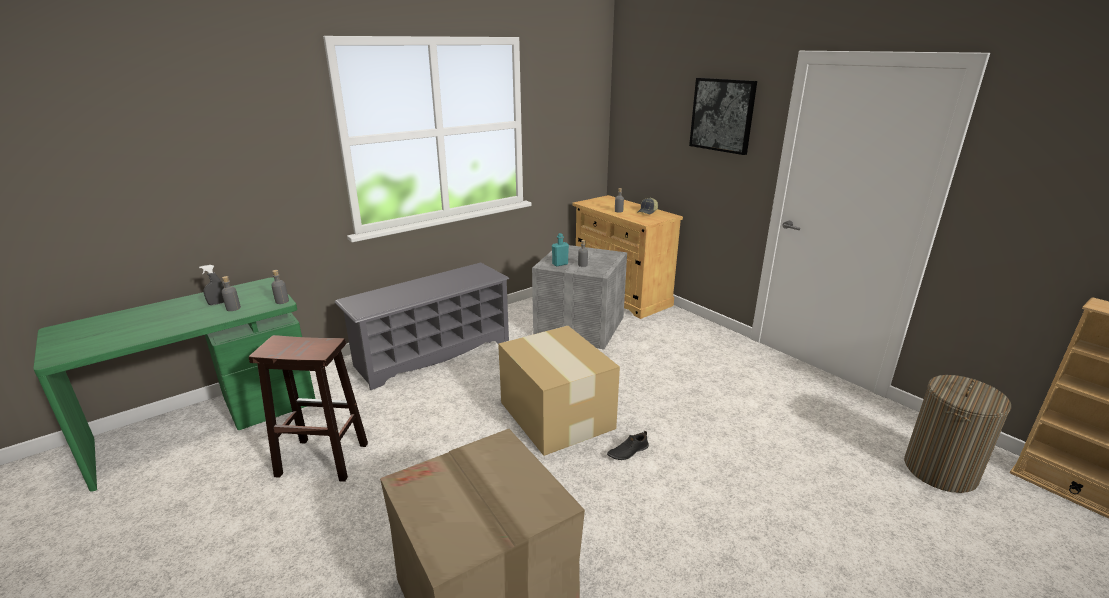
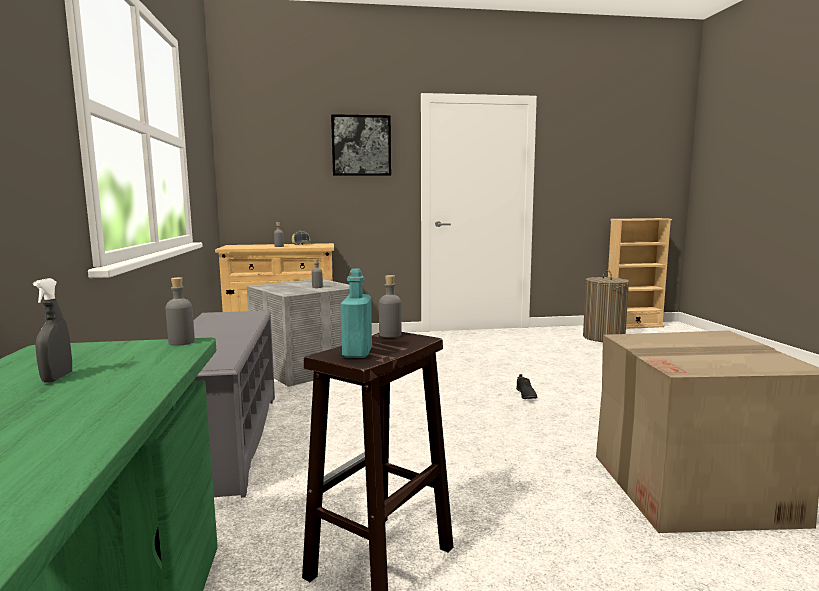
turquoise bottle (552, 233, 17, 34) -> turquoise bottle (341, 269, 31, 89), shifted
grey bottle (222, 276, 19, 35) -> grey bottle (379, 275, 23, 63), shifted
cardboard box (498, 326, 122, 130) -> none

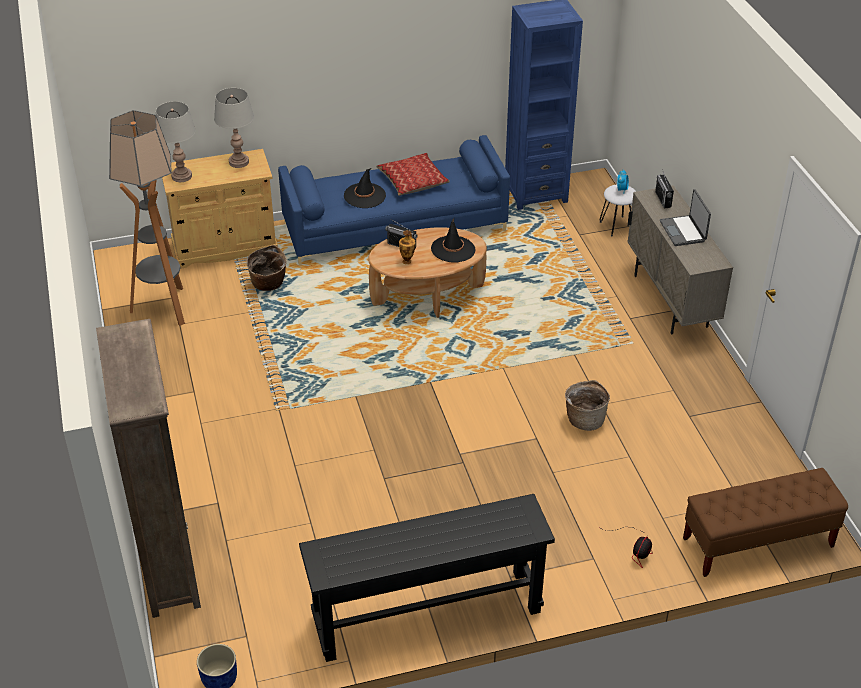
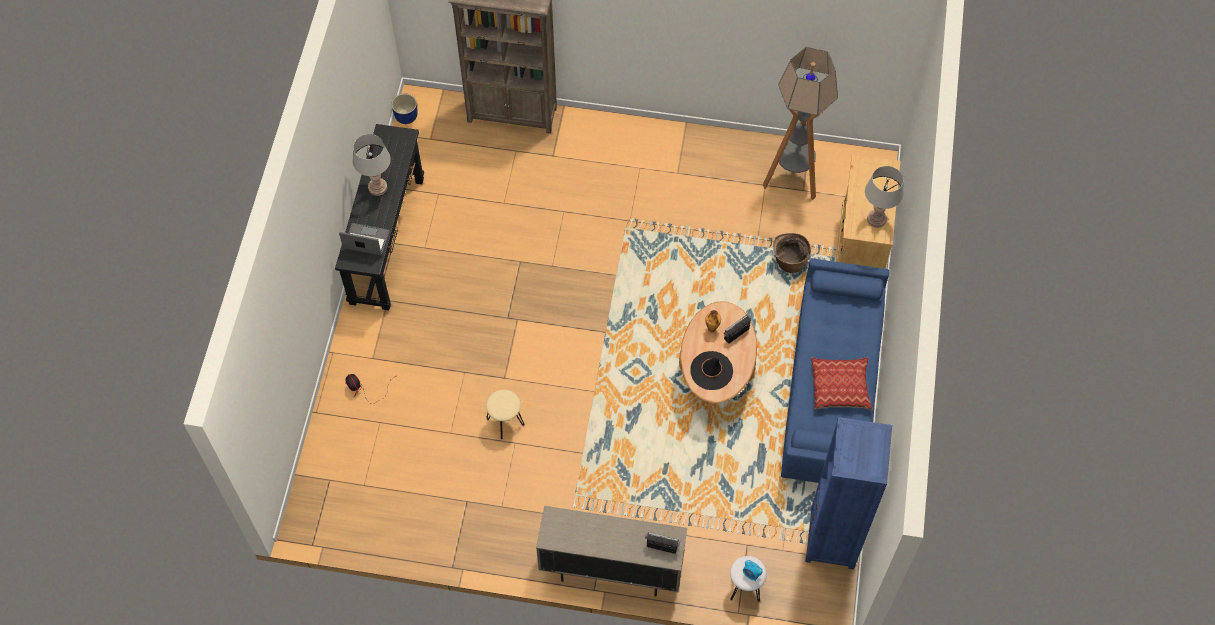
grey table lamp (156, 101, 40, 81) -> grey table lamp (353, 134, 38, 62), shifted
black hat (344, 168, 42, 40) -> none
laptop (660, 189, 51, 57) -> laptop (339, 223, 51, 32), shifted
basket (565, 380, 45, 51) -> beige stool (486, 390, 38, 49)
brown bench (683, 468, 165, 109) -> none

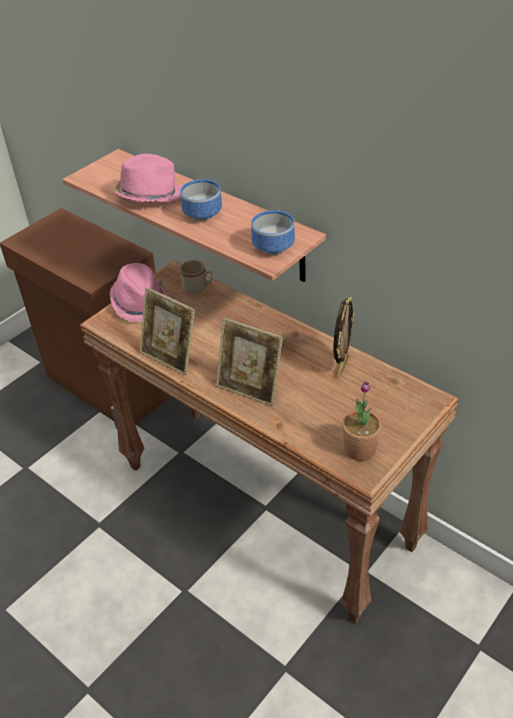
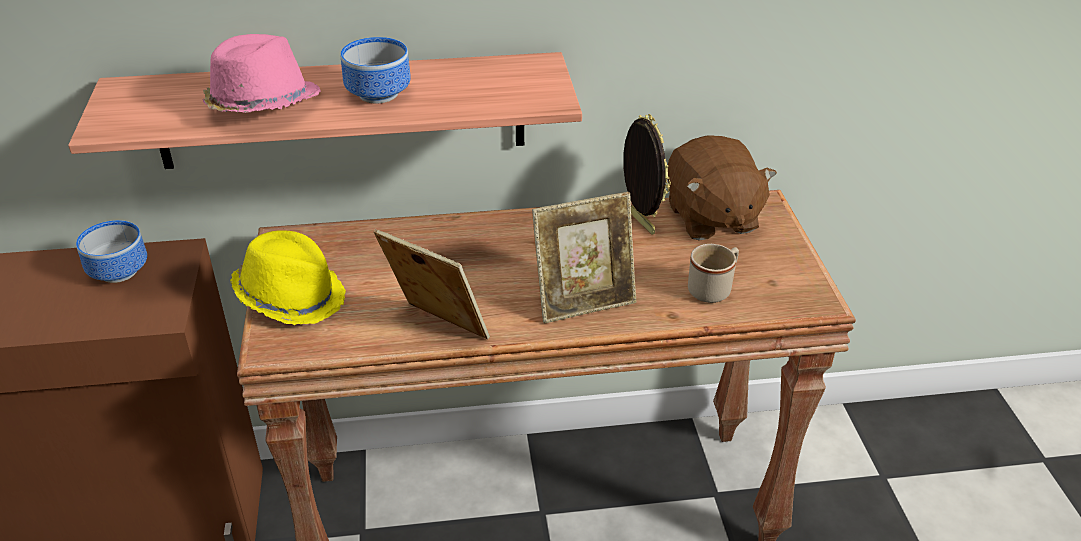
bowl (251, 210, 44, 45) -> bowl (76, 220, 71, 63), shifted
beige mug (179, 260, 35, 34) -> beige mug (688, 244, 51, 59), shifted
pink hat (110, 263, 58, 59) -> yellow hat (230, 230, 116, 95)
picture frame (140, 287, 55, 88) -> picture frame (374, 229, 116, 110), 135 degrees counterclockwise
potted plant (342, 381, 39, 80) -> none
none -> brown plush toy (668, 135, 109, 105)

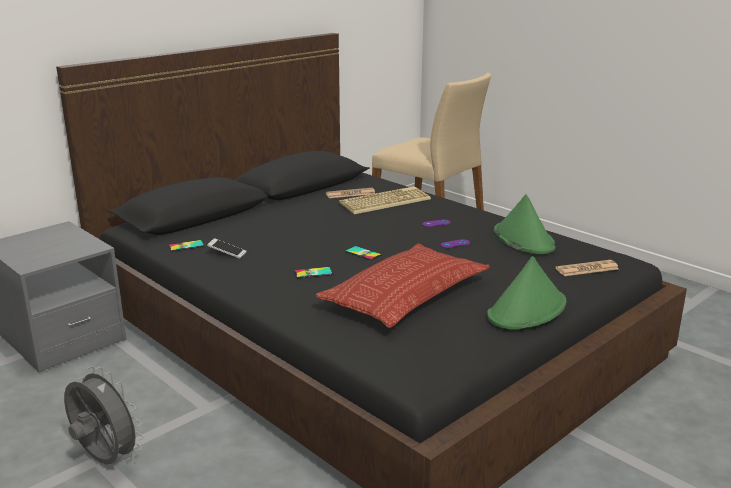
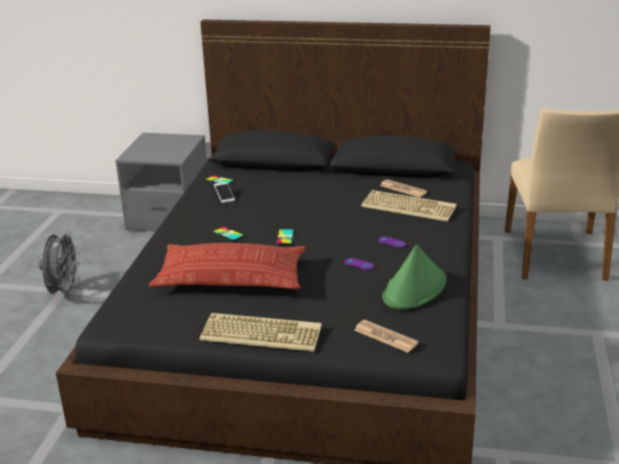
green hat (487, 256, 79, 73) -> keyboard (200, 313, 122, 38)

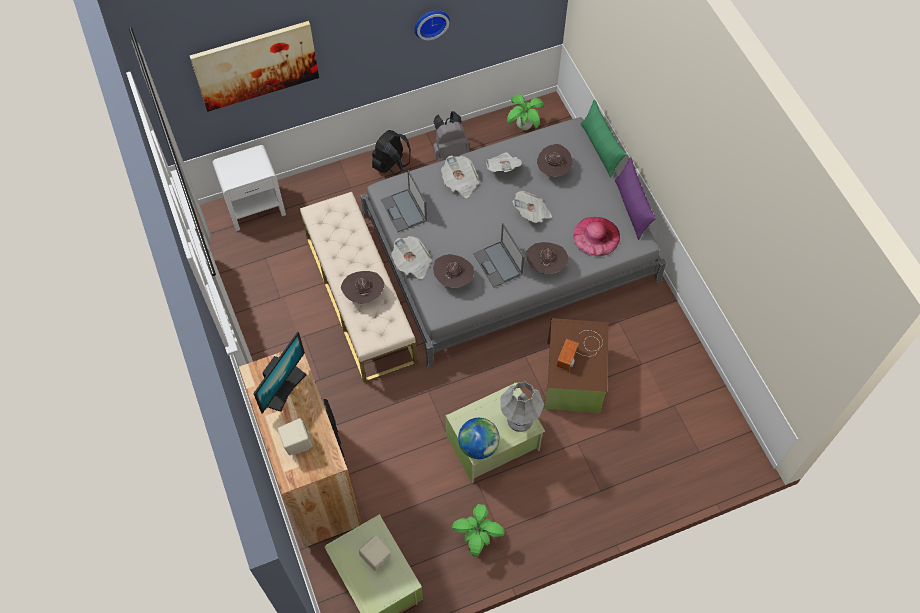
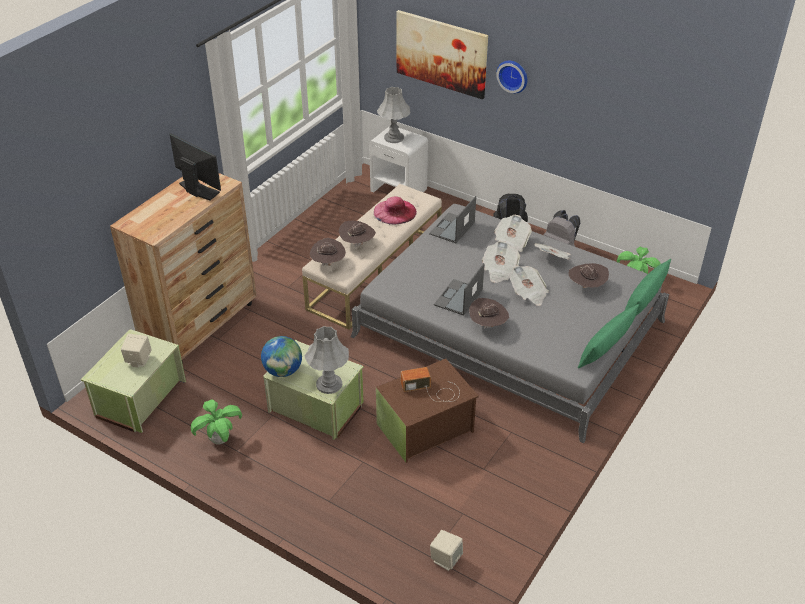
wall clock (414, 10, 36, 30) -> wall clock (496, 60, 31, 33), shifted
purple pillow (615, 157, 41, 83) -> green pillow (578, 304, 61, 64)
pink hat (573, 217, 47, 39) -> pink hat (374, 197, 43, 27), shifted
newspaper (391, 236, 41, 43) -> newspaper (482, 241, 38, 42), shifted
brown hat (433, 254, 41, 34) -> brown hat (310, 238, 36, 28), shifted
monitor (254, 332, 52, 82) -> monitor (170, 133, 51, 68), 135 degrees counterclockwise
beige speaker (278, 418, 34, 37) -> beige speaker (430, 530, 33, 41), shifted
none -> grey table lamp (377, 87, 33, 56)

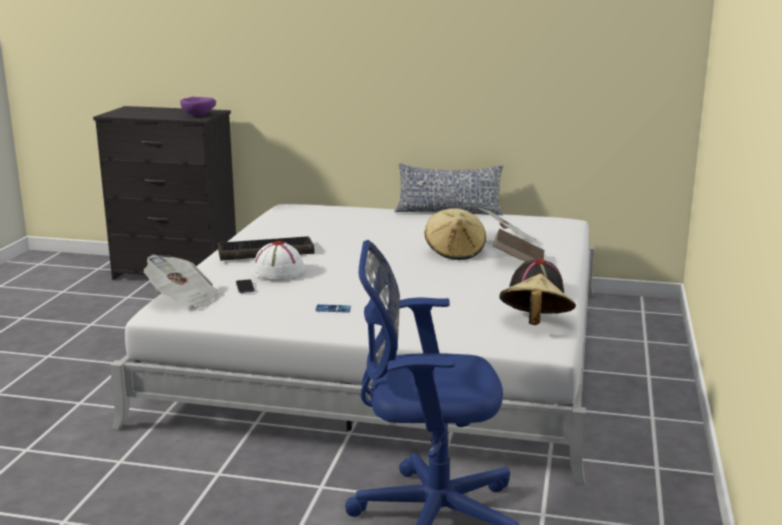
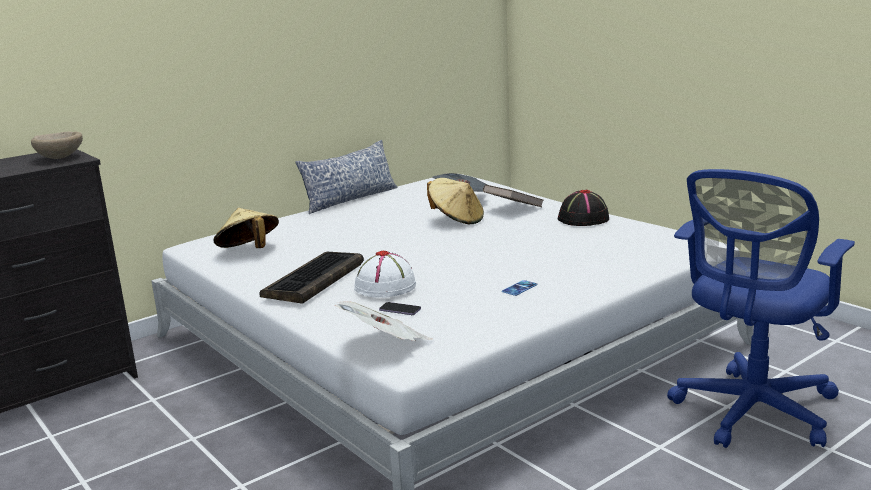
purple bowl (180, 97, 36, 19) -> beige bowl (31, 132, 52, 27)
beige hat (499, 274, 77, 51) -> beige hat (213, 208, 66, 40), shifted

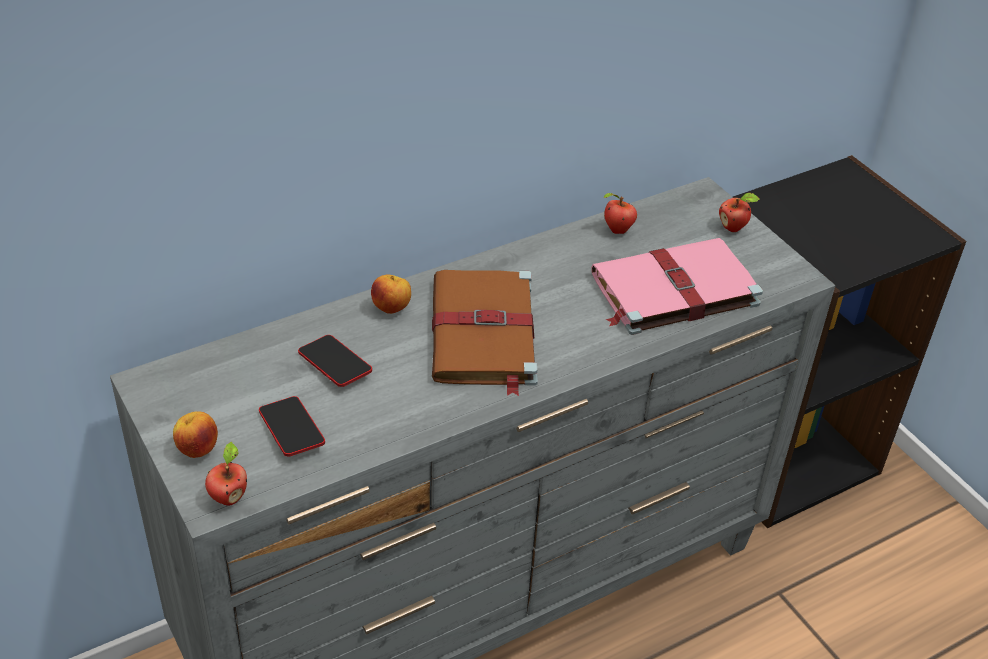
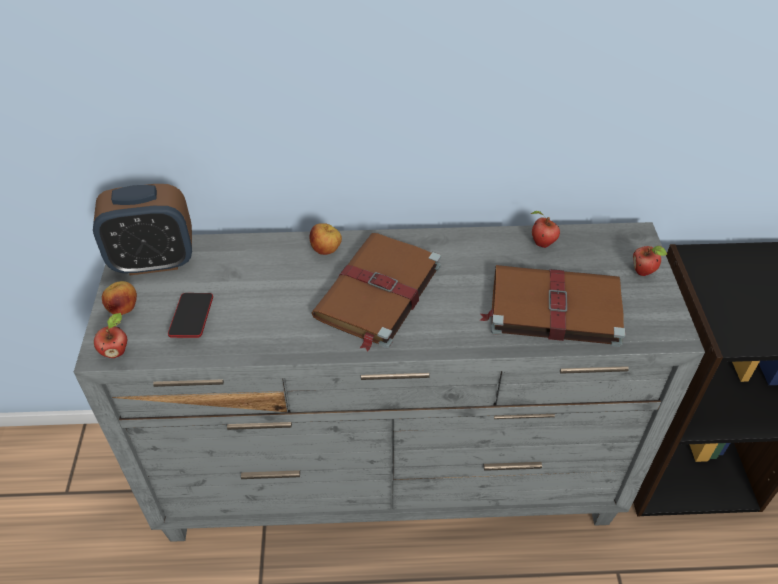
pink book (591, 238, 172, 97) -> brown book (479, 265, 147, 82)
phone (298, 335, 74, 52) -> none
none -> alarm clock (93, 184, 99, 91)

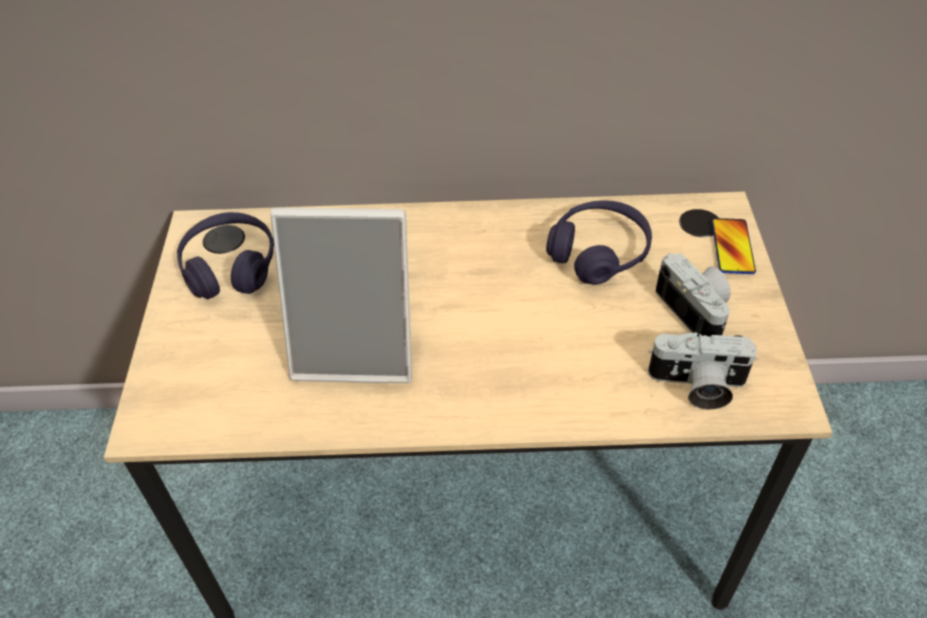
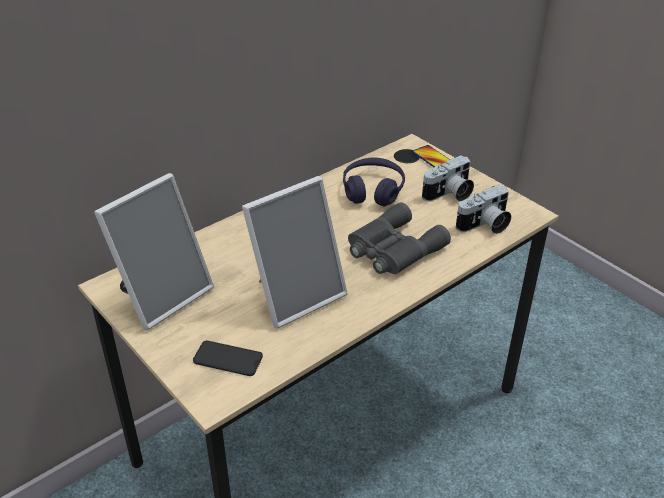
purple headphones (177, 212, 97, 87) -> picture frame (94, 173, 120, 157)
photo camera (655, 253, 76, 83) -> photo camera (422, 155, 52, 47), 120 degrees clockwise
none -> grey binoculars (348, 202, 103, 72)
none -> phone (193, 341, 70, 35)

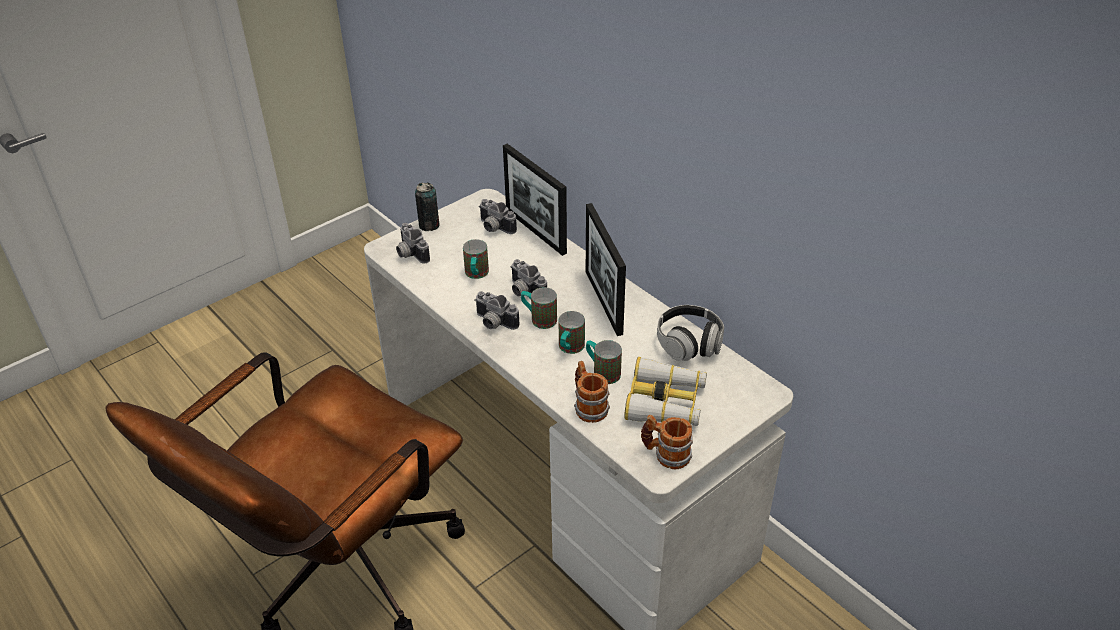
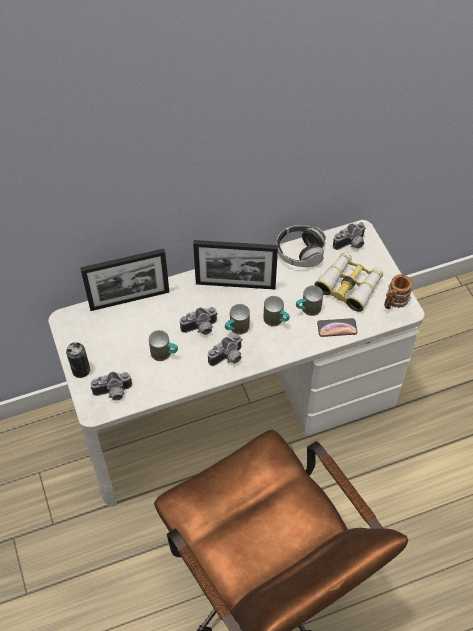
photo camera (479, 199, 38, 35) -> photo camera (333, 222, 33, 28), shifted
mug (574, 361, 36, 62) -> phone (317, 318, 40, 19)

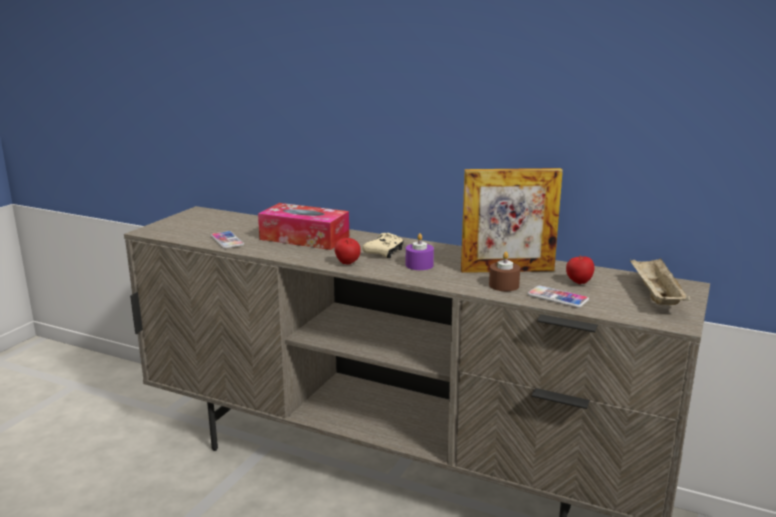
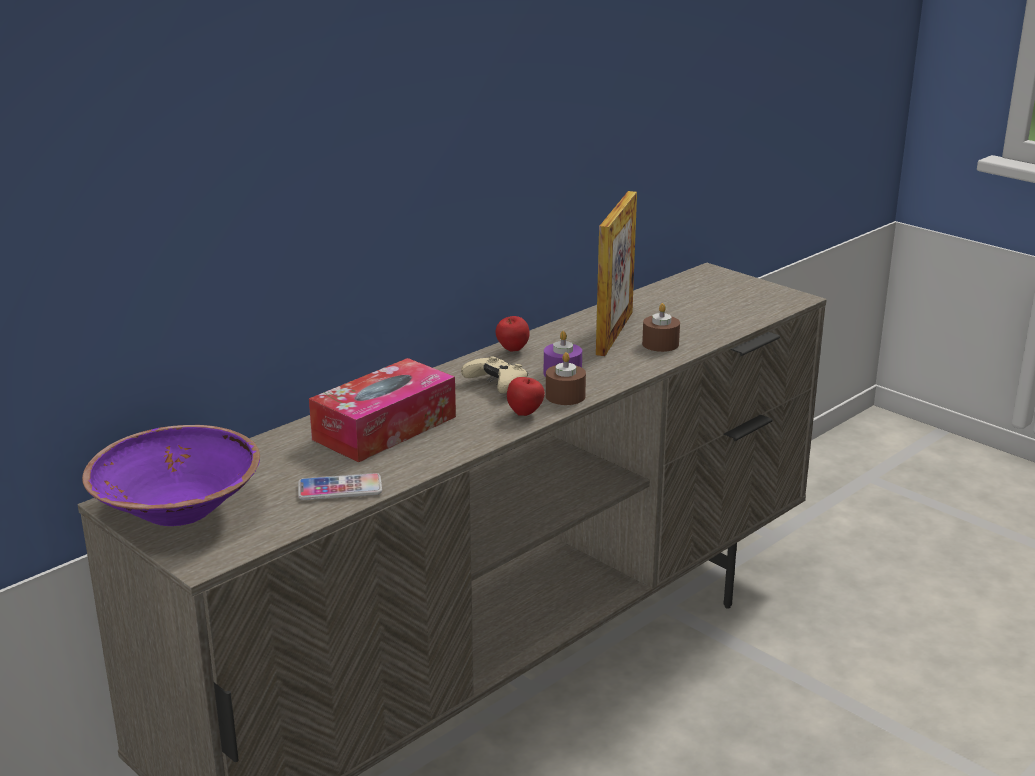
apple (566, 255, 28, 29) -> apple (496, 316, 34, 35), shifted
beige tray (630, 258, 60, 47) -> none
phone (527, 285, 62, 23) -> none
none -> brown candle (546, 352, 40, 53)
none -> purple bowl (82, 425, 178, 101)

